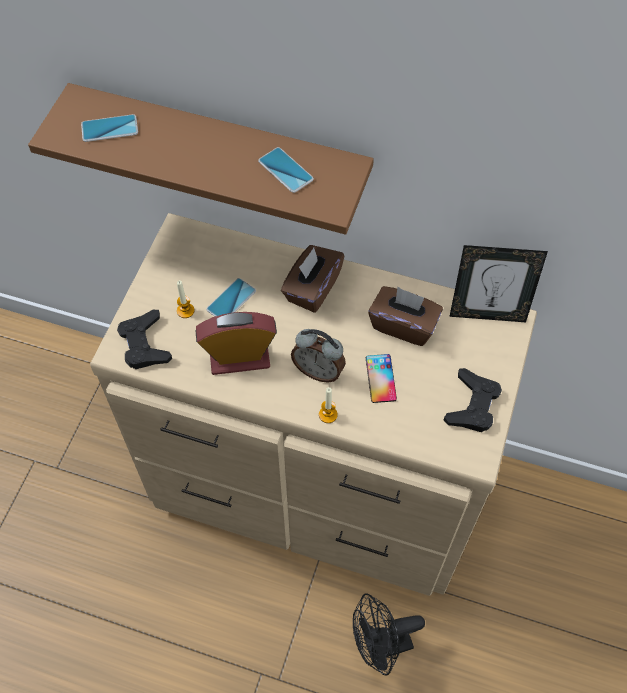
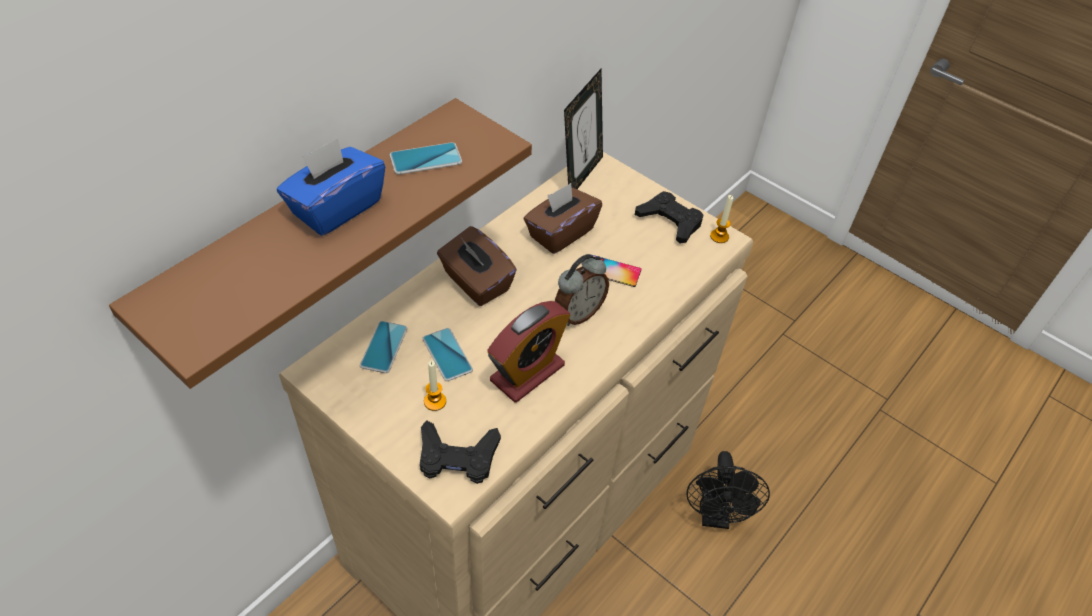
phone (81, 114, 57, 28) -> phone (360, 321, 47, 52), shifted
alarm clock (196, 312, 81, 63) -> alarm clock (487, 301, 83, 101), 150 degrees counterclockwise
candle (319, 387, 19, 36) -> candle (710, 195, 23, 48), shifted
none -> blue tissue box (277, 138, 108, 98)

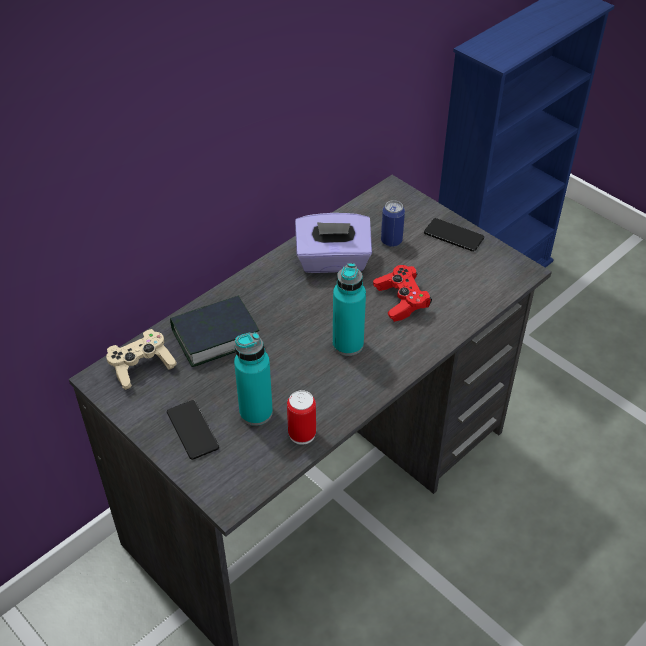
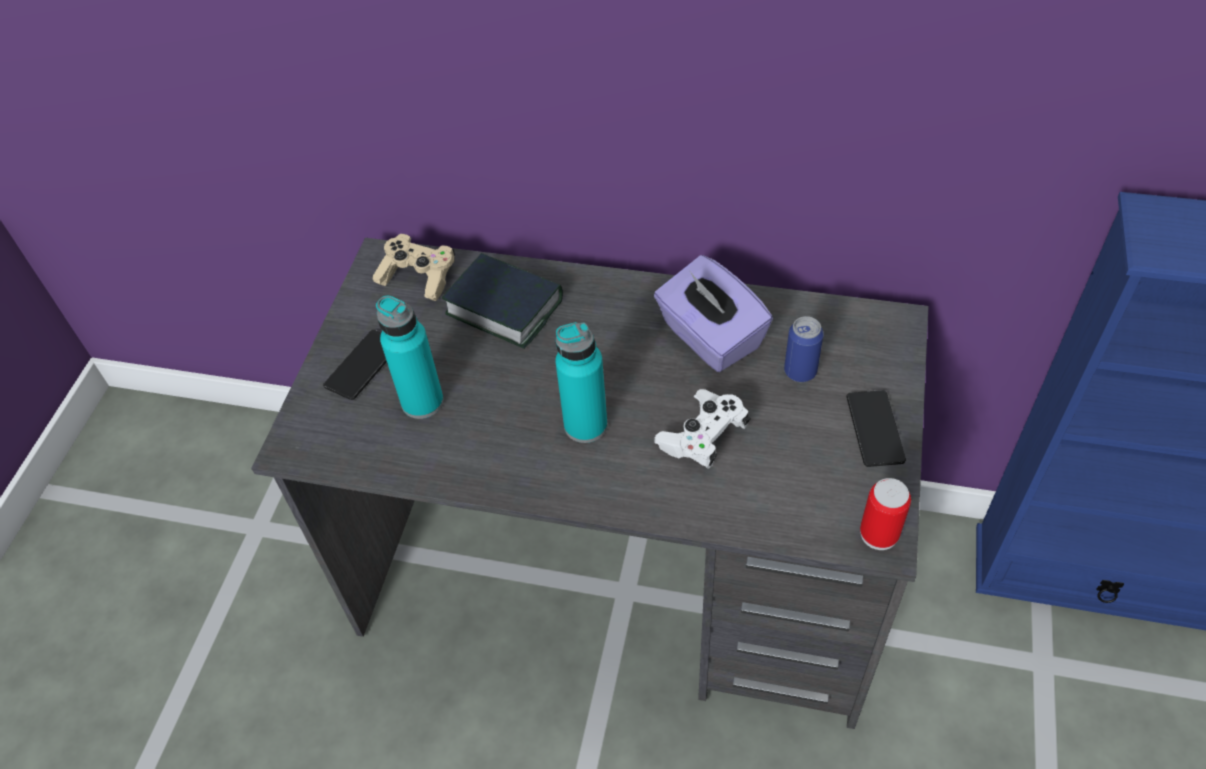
red game controller (373, 265, 59, 57) -> white game controller (655, 389, 96, 80)
can (287, 390, 29, 55) -> can (860, 478, 51, 72), shifted

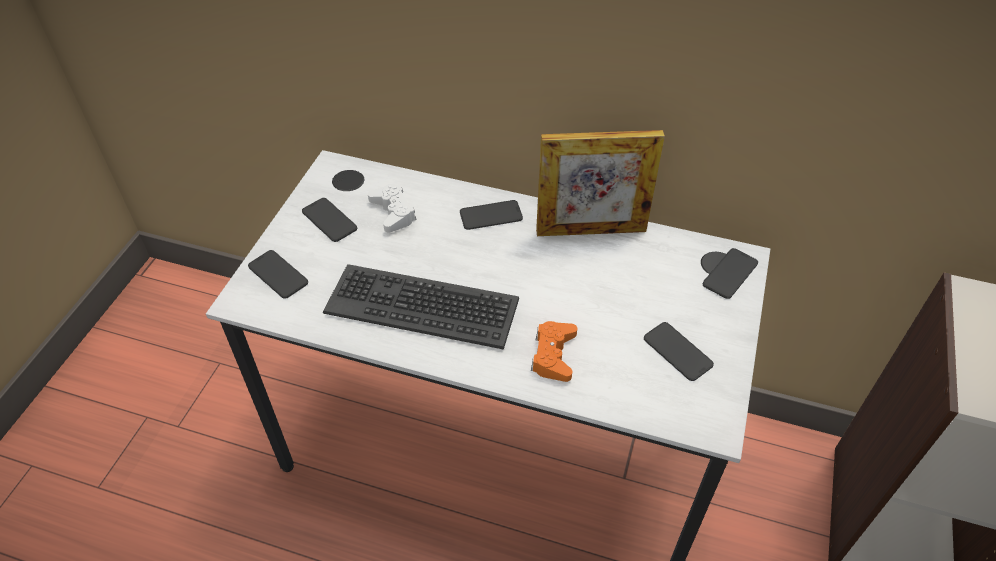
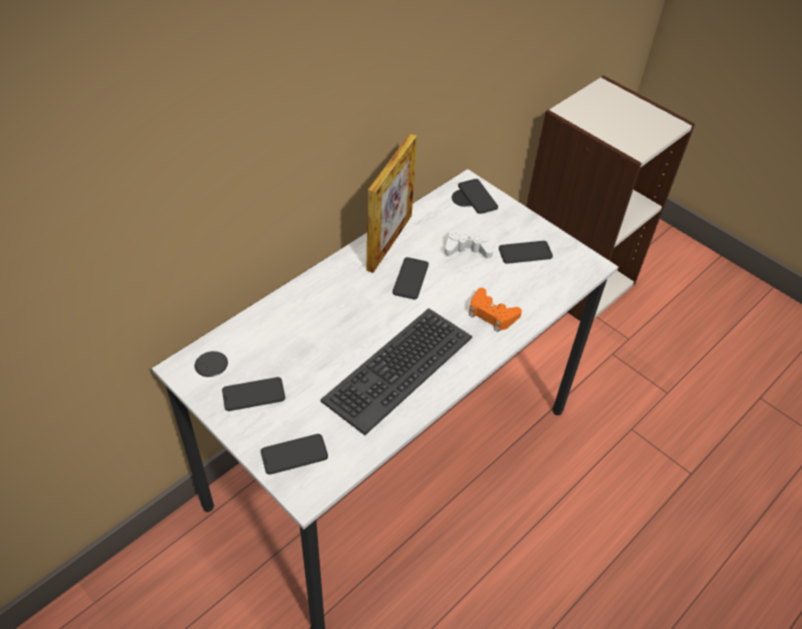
white game controller (368, 184, 49, 49) -> white game controller (445, 229, 48, 29), shifted
phone (460, 200, 63, 30) -> phone (393, 257, 36, 42), shifted

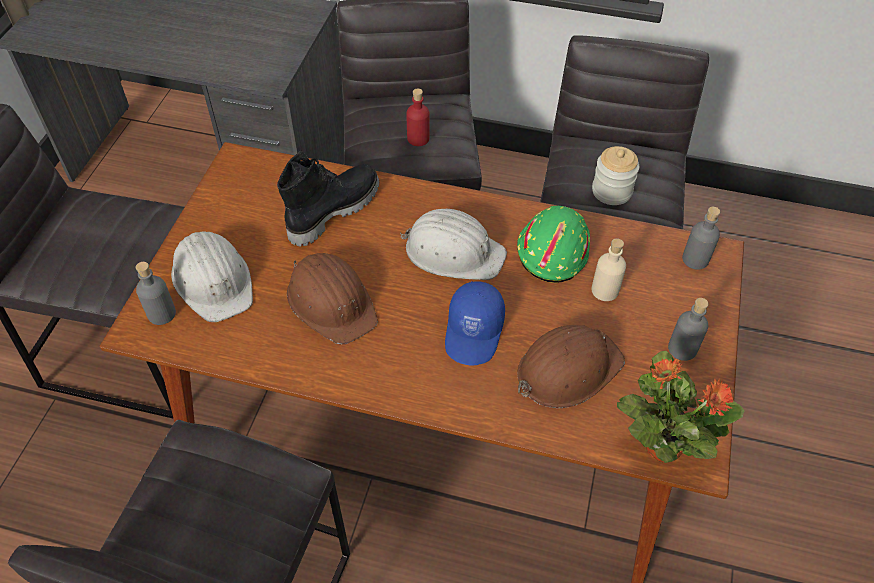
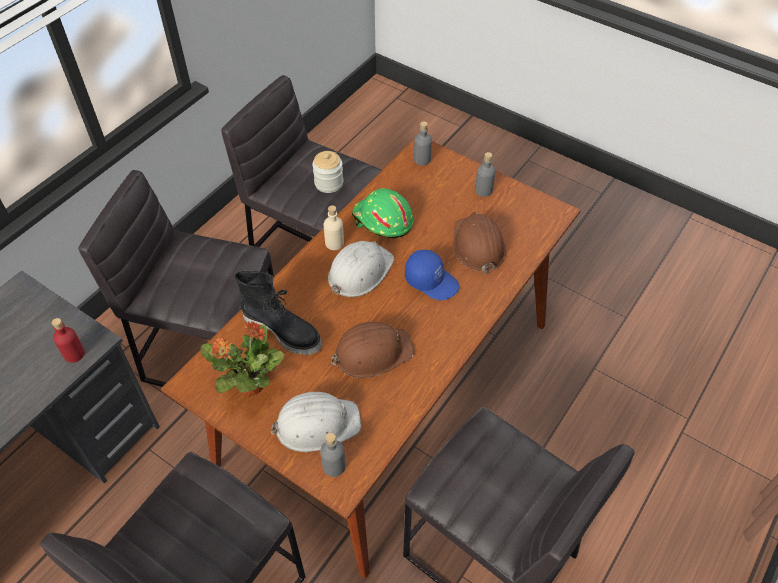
red bottle (407, 89, 23, 57) -> red bottle (52, 318, 33, 45), shifted
black boot (277, 151, 102, 95) -> black boot (235, 271, 87, 84), 150 degrees clockwise
beige bottle (592, 238, 34, 63) -> beige bottle (324, 205, 20, 45), shifted
potted plant (617, 351, 128, 112) -> potted plant (200, 321, 84, 75), shifted

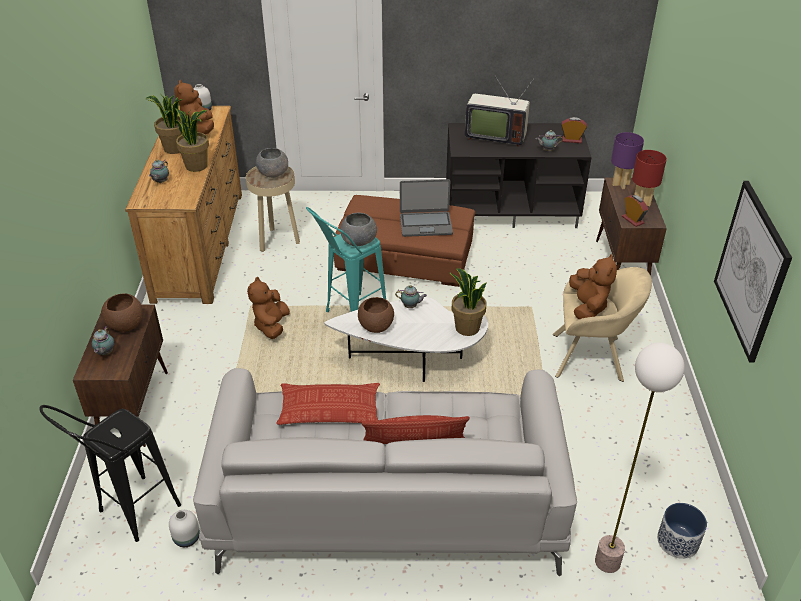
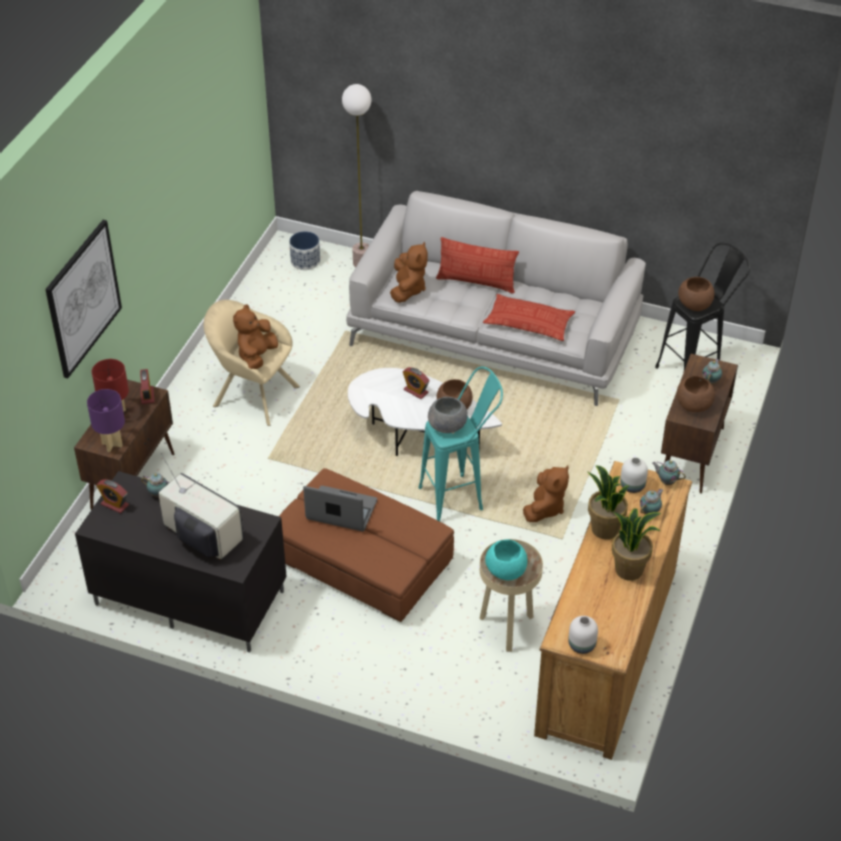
brown plush toy (174, 80, 40, 54) -> brown plush toy (390, 242, 38, 61), shifted
grey bowl (256, 148, 32, 30) -> turquoise bowl (485, 540, 42, 40)
picture (714, 181, 78, 181) -> picture (45, 220, 77, 158), shifted
potted plant (449, 268, 38, 68) -> none
teapot (395, 285, 32, 23) -> teapot (652, 460, 34, 25), shifted
white vase (169, 510, 31, 37) -> white vase (620, 457, 28, 36), shifted
none -> brown bowl (678, 277, 37, 34)
none -> alarm clock (403, 367, 26, 32)

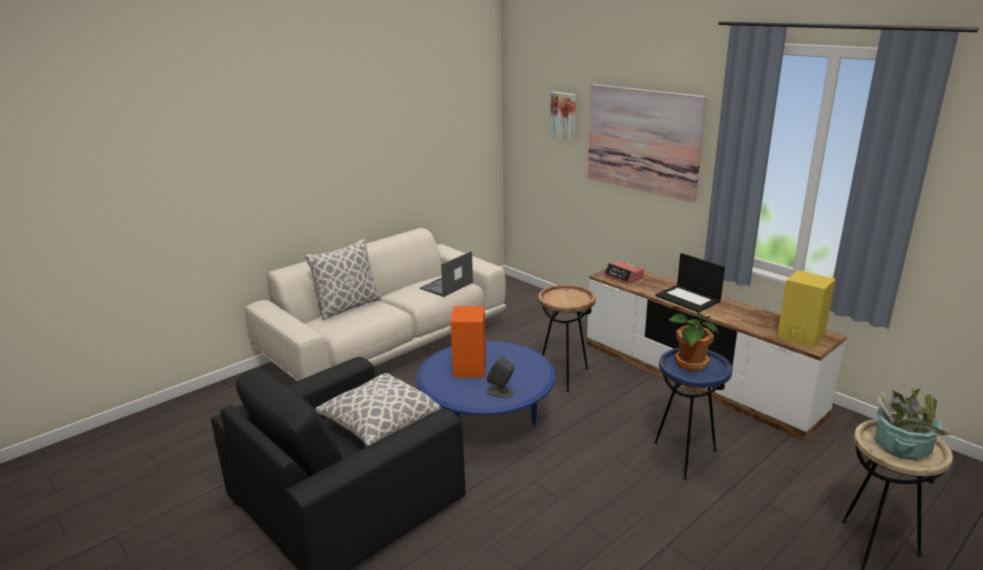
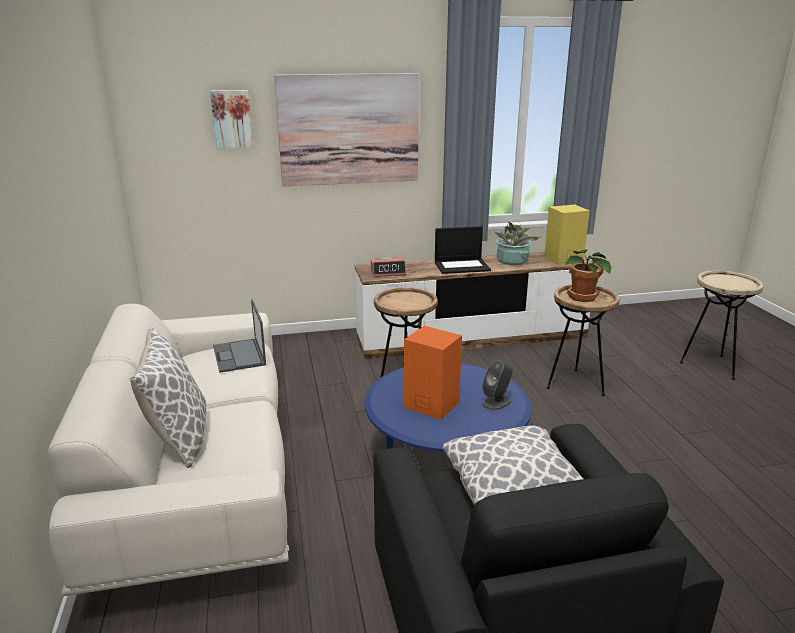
blue side table (654, 348, 79, 132) -> brown side table (547, 285, 73, 111)
potted plant (875, 387, 77, 73) -> potted plant (495, 222, 46, 43), shifted

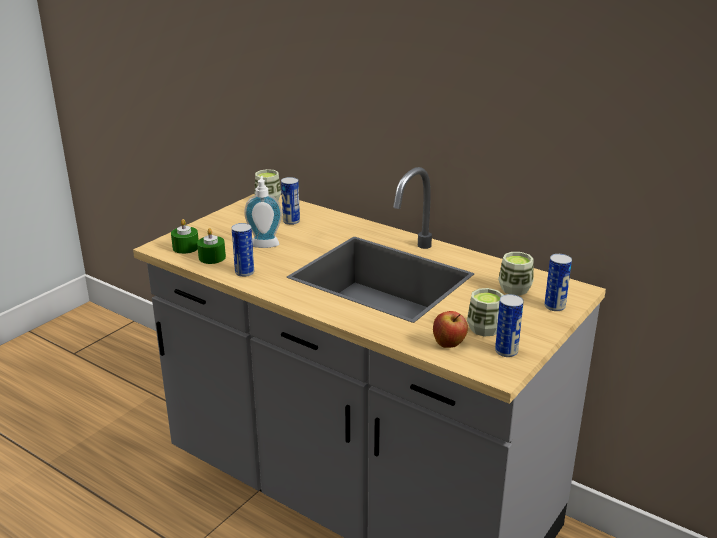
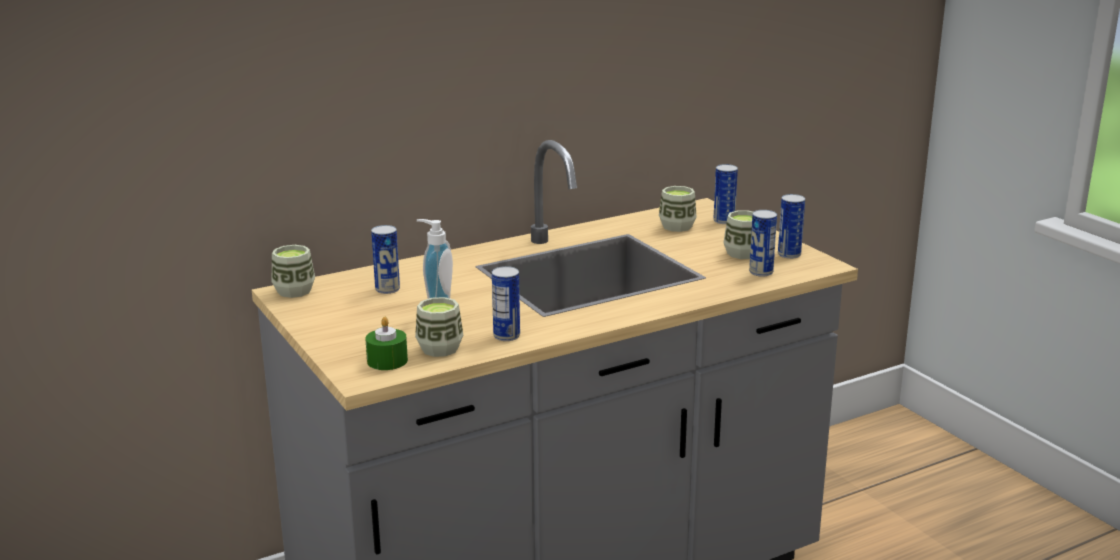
green candle (197, 228, 29, 36) -> cup (415, 297, 48, 60)
apple (433, 311, 35, 37) -> can (749, 210, 28, 67)

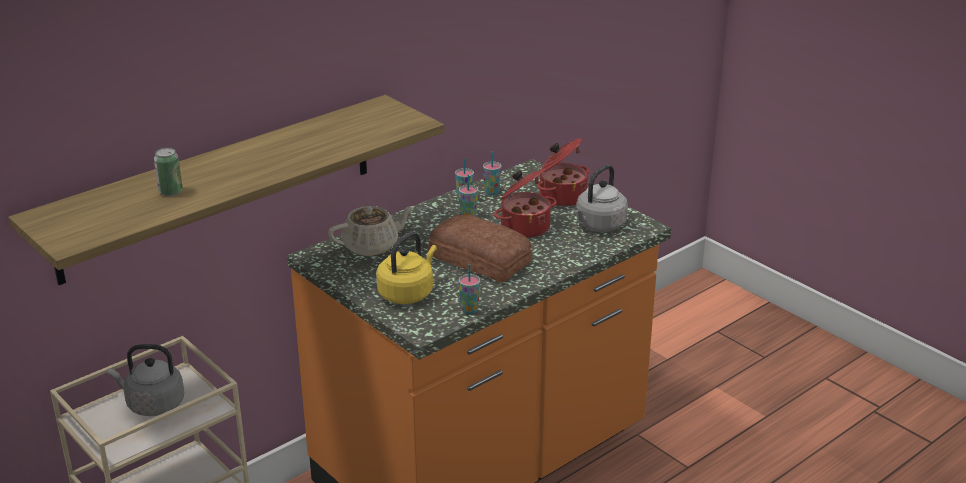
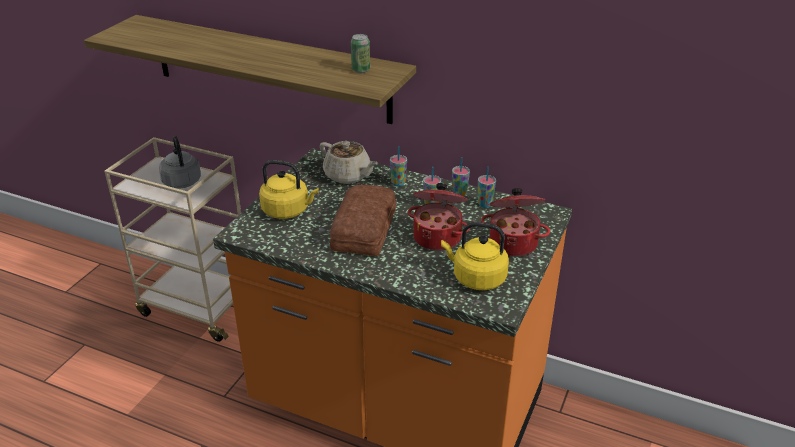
can (154, 148, 29, 48) -> can (351, 34, 19, 39), shifted
grey kettle (573, 165, 55, 67) -> yellow kettle (441, 222, 68, 68)
cup (459, 264, 21, 50) -> cup (390, 146, 17, 40), shifted

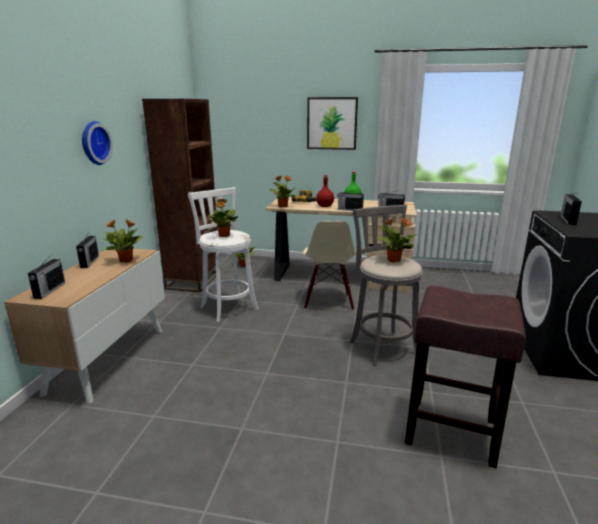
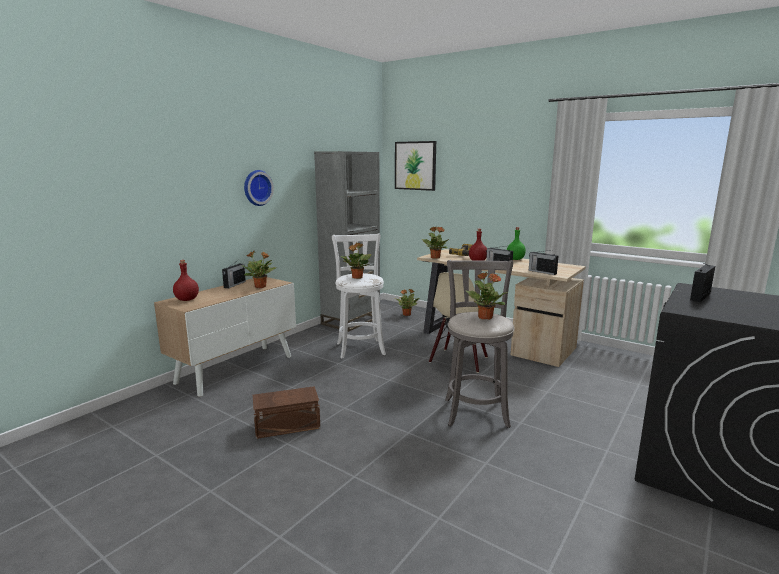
picture (307, 97, 51, 53) -> picture (395, 141, 41, 50), shifted
brown bookcase (142, 99, 75, 193) -> grey bookcase (314, 151, 66, 181)
radio (28, 254, 37, 45) -> red bottle (173, 260, 26, 41)
brown stool (405, 286, 121, 182) -> none
none -> brown storage box (253, 386, 67, 53)

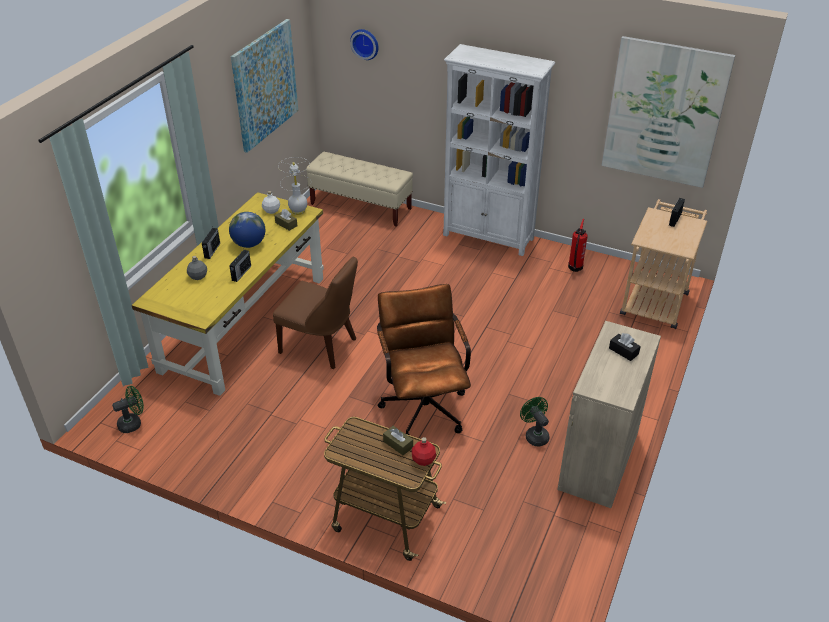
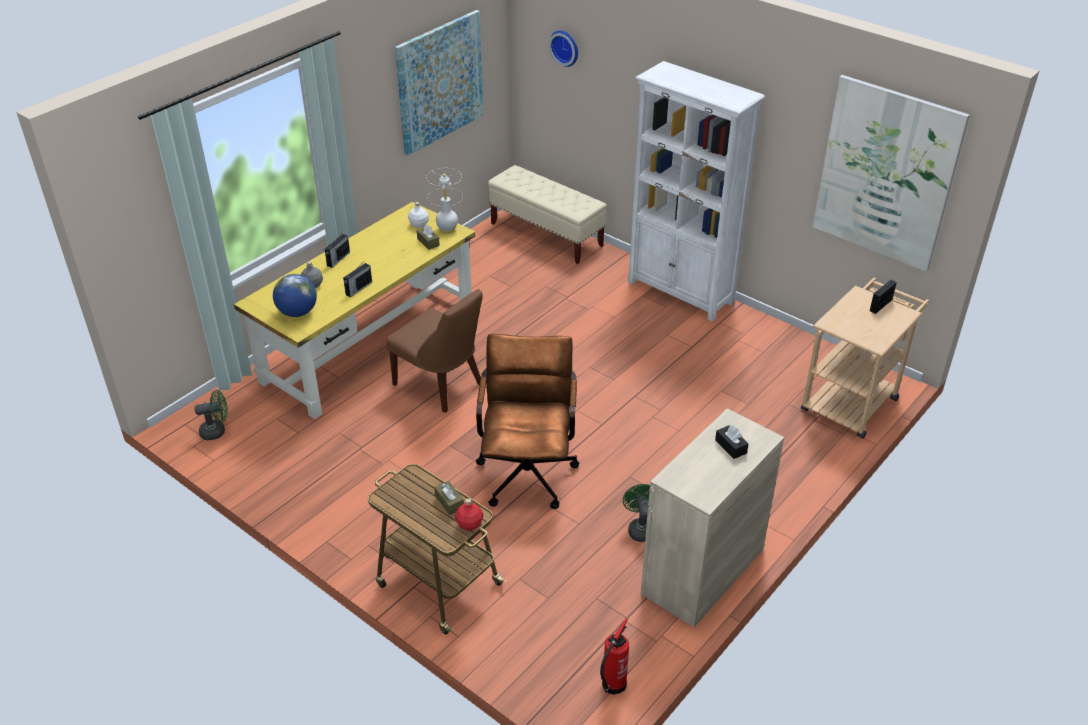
globe (229, 212, 36, 36) -> globe (273, 274, 44, 43), shifted
fire extinguisher (568, 219, 19, 53) -> fire extinguisher (600, 619, 29, 76), shifted

